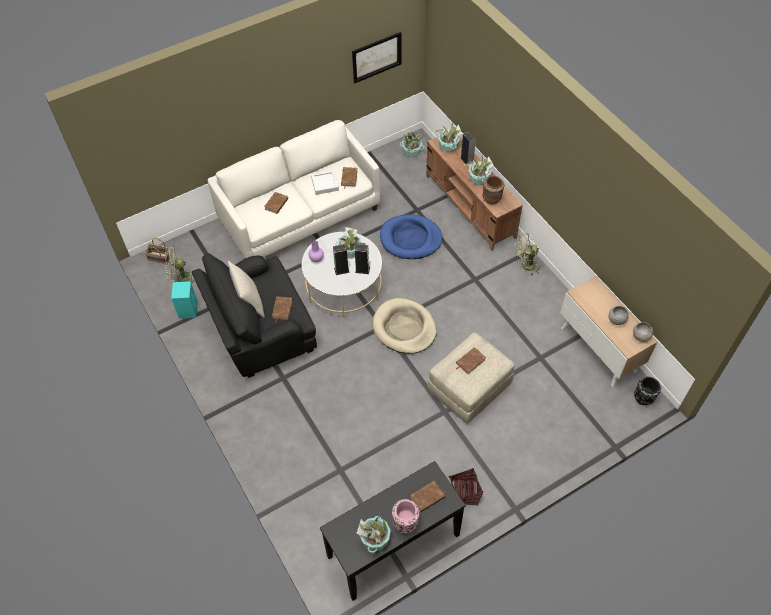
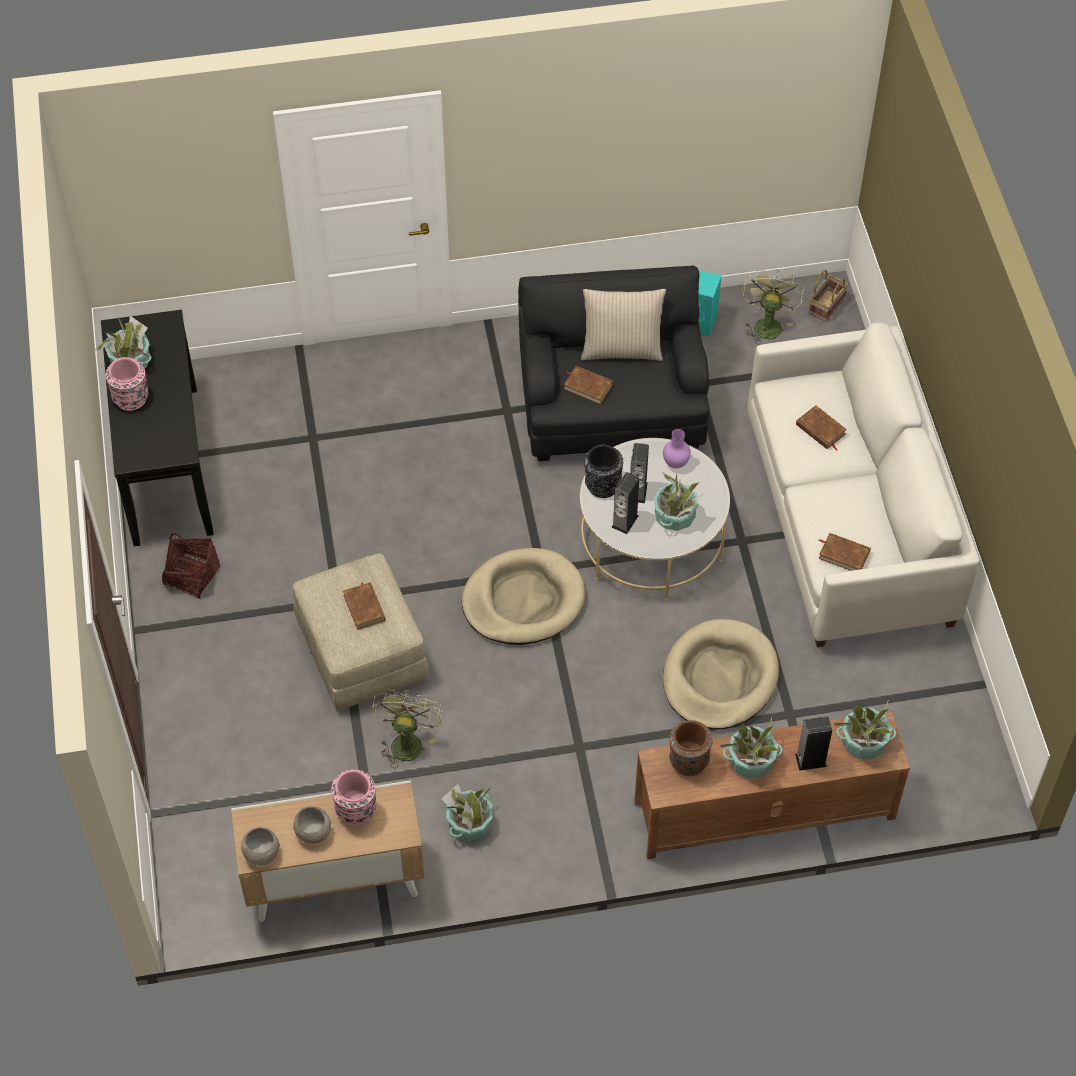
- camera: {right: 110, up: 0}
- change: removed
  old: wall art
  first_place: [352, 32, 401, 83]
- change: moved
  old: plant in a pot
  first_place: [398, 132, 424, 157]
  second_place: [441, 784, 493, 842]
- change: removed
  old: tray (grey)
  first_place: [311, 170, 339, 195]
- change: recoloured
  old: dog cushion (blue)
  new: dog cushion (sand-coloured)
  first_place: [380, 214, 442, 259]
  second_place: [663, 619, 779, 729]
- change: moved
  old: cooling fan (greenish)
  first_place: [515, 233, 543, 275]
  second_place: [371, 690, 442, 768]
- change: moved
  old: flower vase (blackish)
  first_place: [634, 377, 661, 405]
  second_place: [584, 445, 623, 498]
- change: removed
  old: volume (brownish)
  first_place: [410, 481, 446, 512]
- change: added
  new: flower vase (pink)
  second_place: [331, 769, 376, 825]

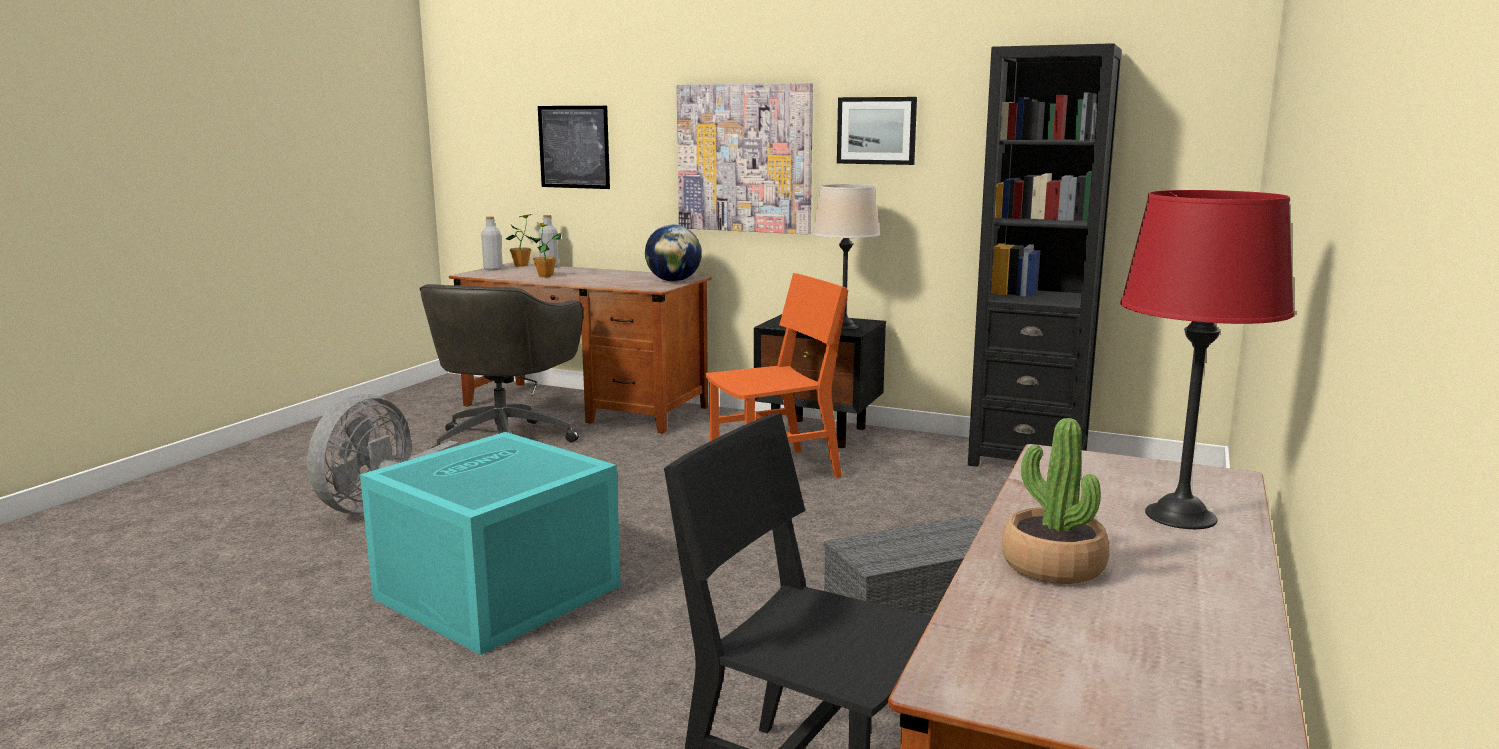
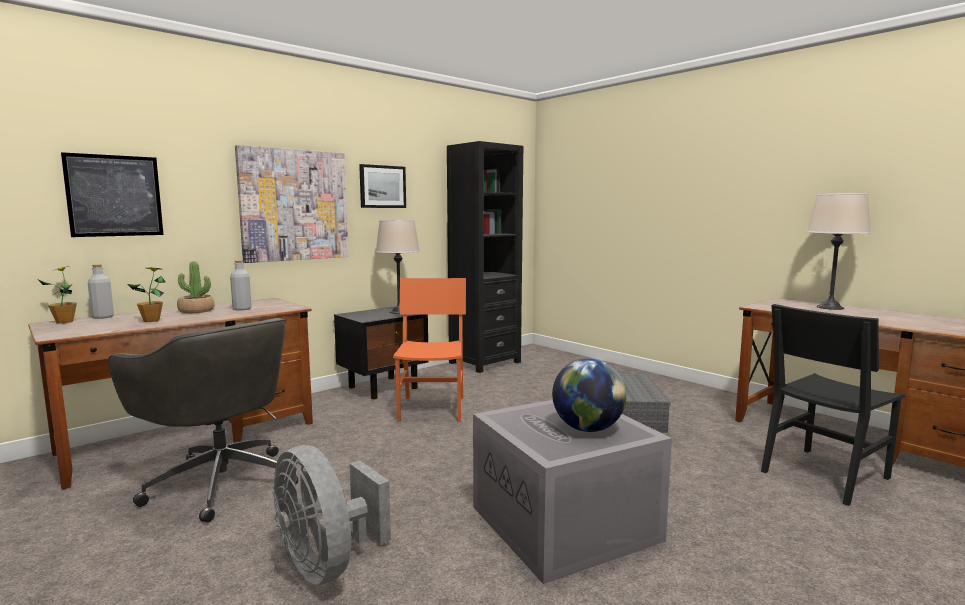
- camera: {right: -65, up: -5}
- change: recoloured
  old: tabletop lamp (red)
  new: tabletop lamp (sand-coloured)
  first_place: [1120, 190, 1294, 529]
  second_place: [807, 193, 871, 310]
- change: moved
  old: drink bottle (grey)
  first_place: [481, 216, 503, 270]
  second_place: [230, 260, 252, 311]
- change: moved
  old: desk globe
  first_place: [645, 225, 702, 282]
  second_place: [552, 358, 626, 432]
- change: moved
  old: plant in a pot
  first_place: [1002, 418, 1110, 584]
  second_place: [177, 261, 215, 313]
- change: recoloured
  old: storage container (blue-green)
  new: storage container (grey)
  first_place: [360, 432, 621, 655]
  second_place: [473, 400, 672, 584]

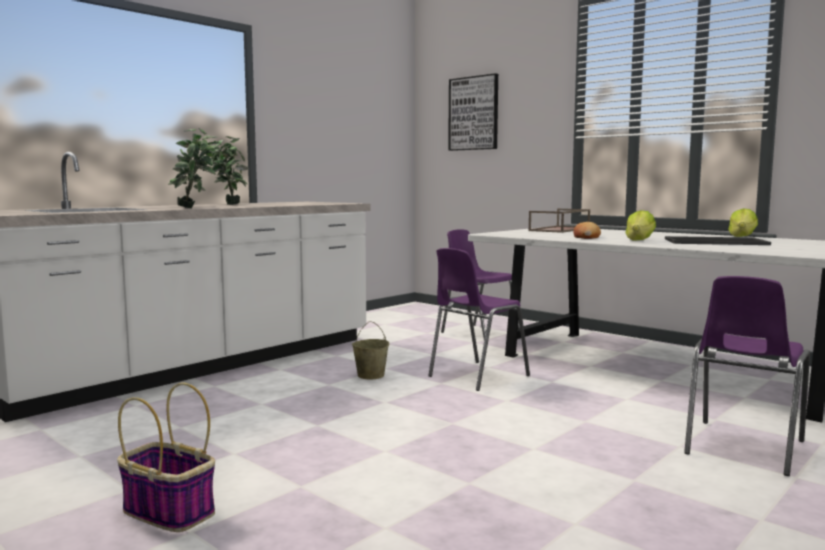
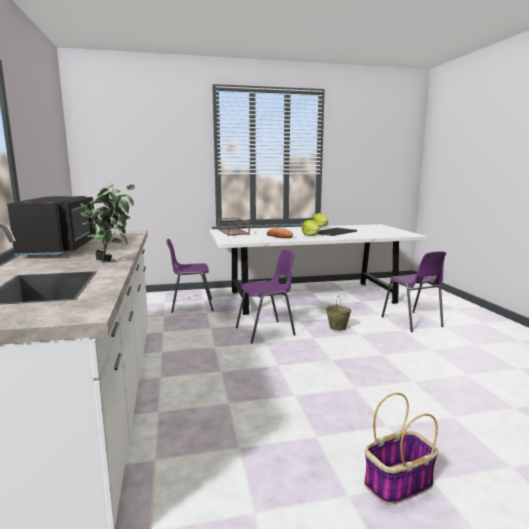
- camera: {right: -55, up: 5}
- change: removed
  old: wall art
  first_place: [448, 73, 498, 151]
- change: replaced
  old: plant in a pot
  new: microwave oven (blackish)
  first_place: [212, 136, 249, 205]
  second_place: [7, 196, 96, 257]
- change: turned
  old: plain chair (purplish)
  first_place: [428, 248, 530, 391]
  second_place: [236, 250, 296, 344]
  degrees: -105
- change: moved
  old: bucket (sand-coloured)
  first_place: [352, 321, 389, 379]
  second_place: [326, 296, 352, 331]

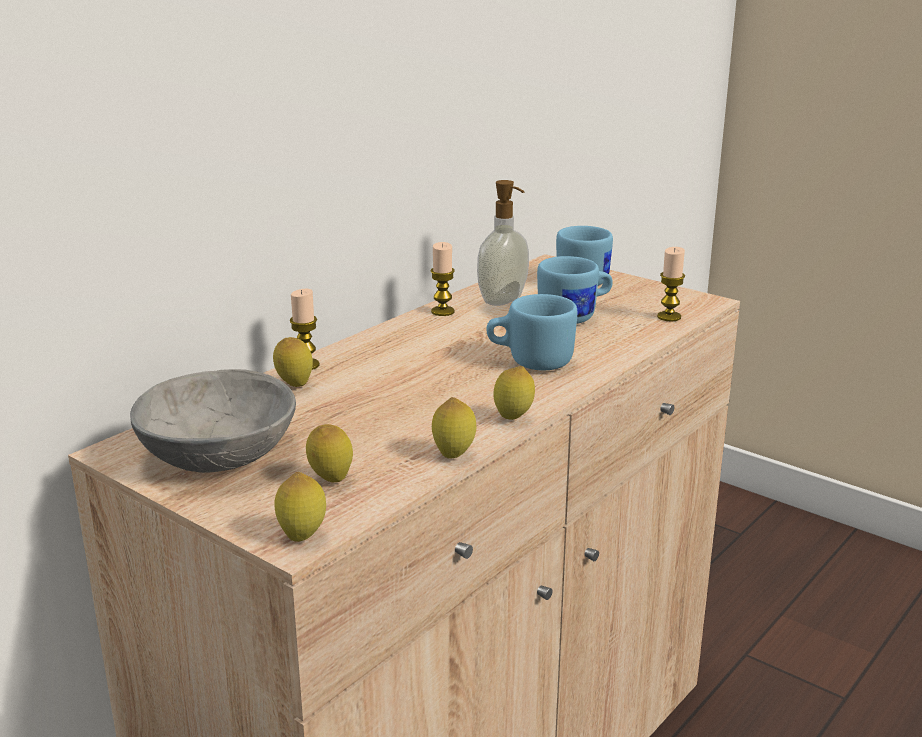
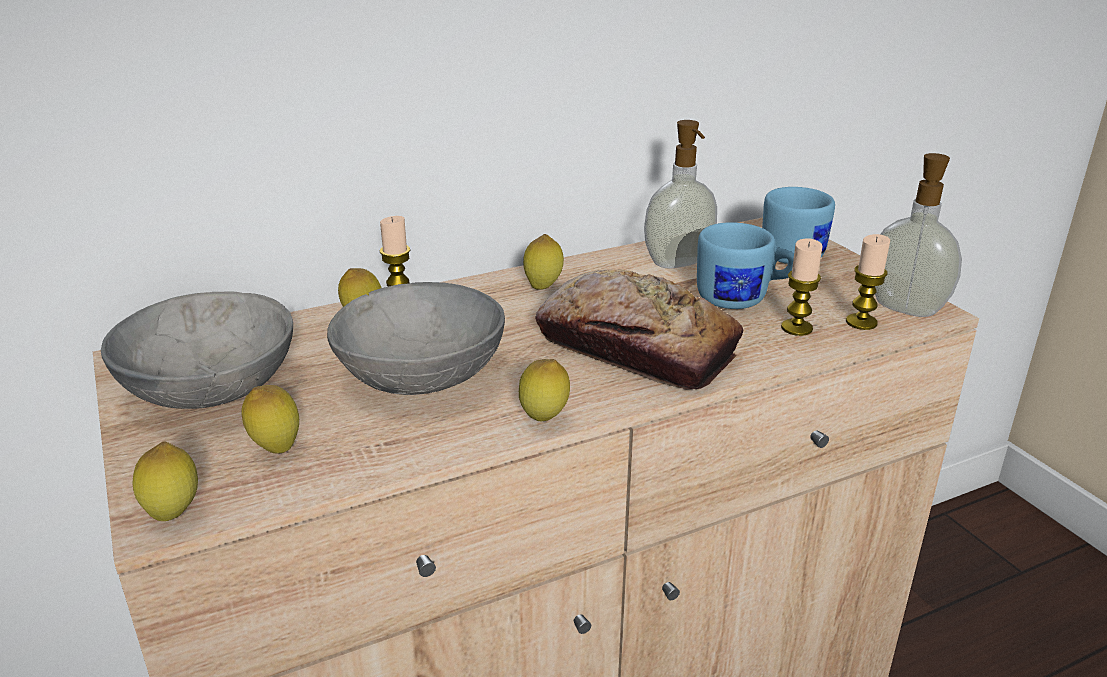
- camera: {right: 25, up: 5}
- change: moved
  old: wax candle
  first_place: [431, 242, 455, 316]
  second_place: [781, 238, 823, 336]
- change: replaced
  old: coffee mug (blue)
  new: baked bread
  first_place: [486, 294, 577, 370]
  second_place: [536, 269, 743, 389]
- change: moved
  old: lemon
  first_place: [432, 397, 476, 459]
  second_place: [523, 234, 564, 290]
- change: added
  new: soap dispenser
  second_place: [875, 153, 962, 317]
- change: added
  new: serving bowl (grey)
  second_place: [327, 282, 505, 395]

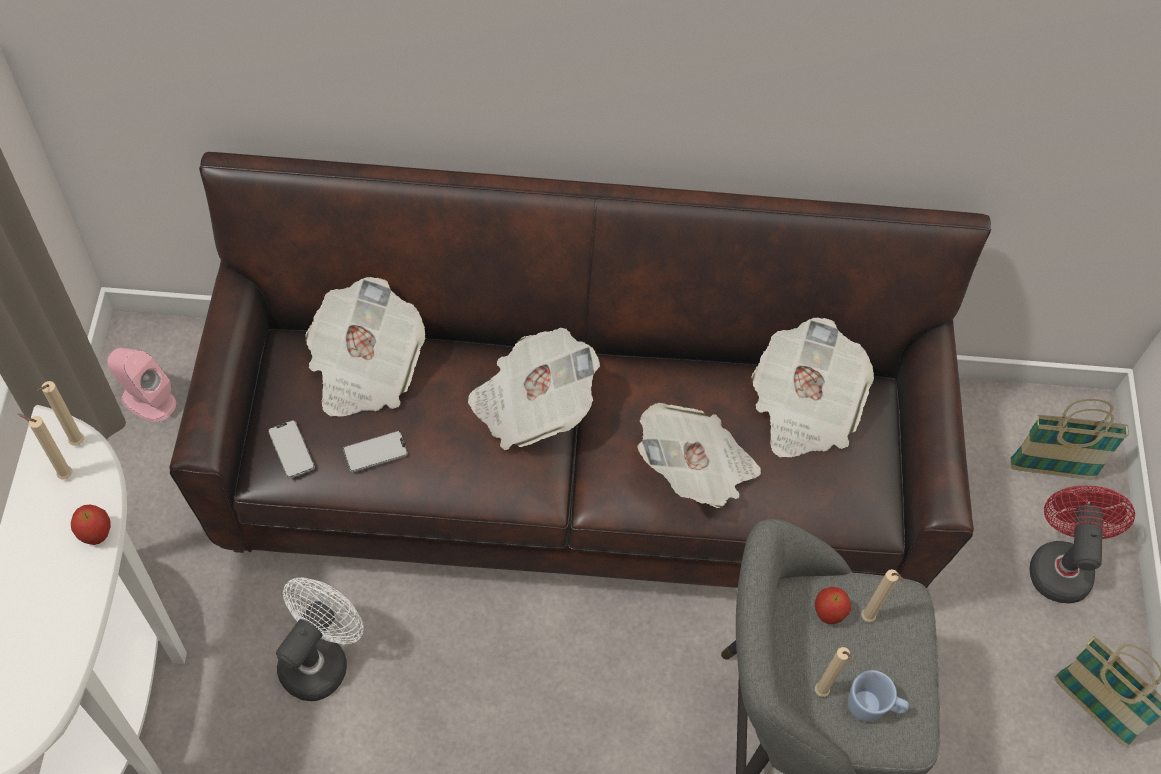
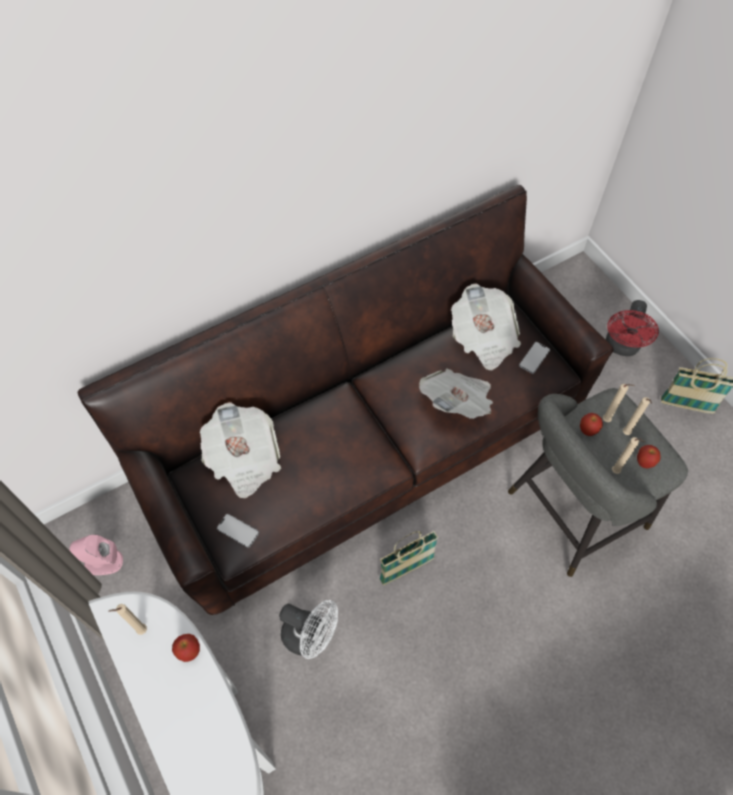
- camera: {right: -30, up: 0}
- change: removed
  old: newspaper
  first_place: [468, 328, 600, 450]
- change: moved
  old: wax candle (sand-coloured)
  first_place: [37, 381, 84, 446]
  second_place: [623, 397, 652, 435]
- change: moved
  old: basket
  first_place: [1010, 399, 1129, 479]
  second_place: [379, 531, 438, 585]
- change: moved
  old: phone
  first_place: [343, 431, 408, 472]
  second_place: [519, 342, 550, 374]
- change: turned
  old: cooling fan (red)
  first_place: [1030, 485, 1135, 604]
  second_place: [606, 300, 659, 356]
  degrees: -135
- change: turned
  old: cooling fan (white-coloured)
  first_place: [276, 578, 363, 701]
  second_place: [279, 600, 338, 659]
  degrees: 120
- change: replaced
  old: coffee mug (blue)
  new: apple fruit
  first_place: [848, 670, 909, 722]
  second_place: [637, 445, 661, 468]

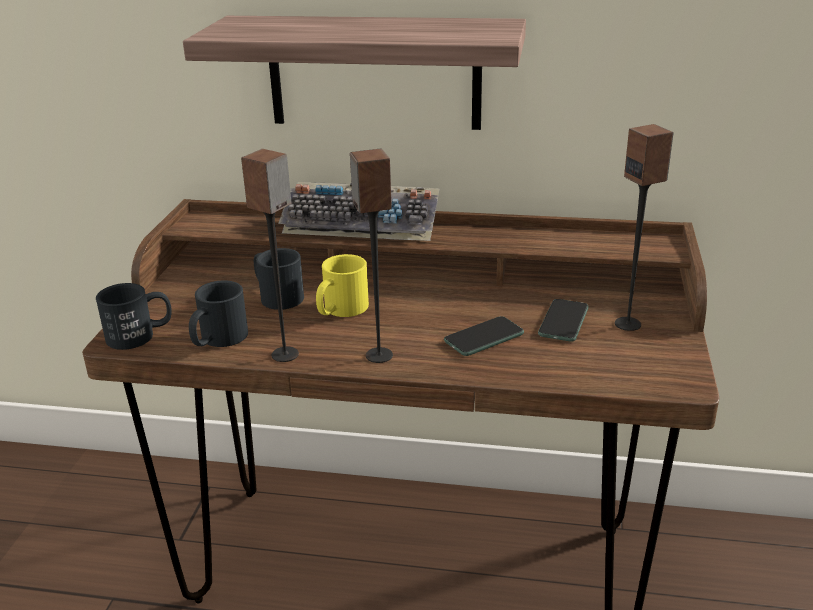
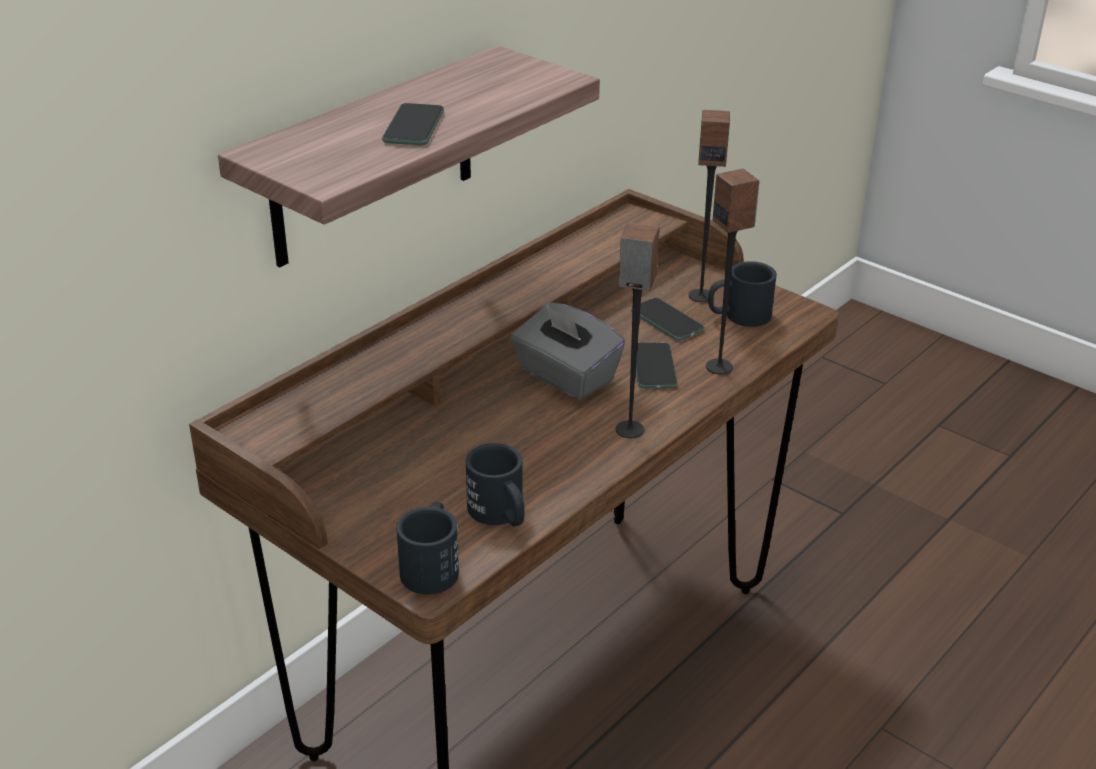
- camera: {right: -60, up: 5}
- change: moved
  old: speaker
  first_place: [241, 149, 299, 362]
  second_place: [706, 169, 760, 374]
- change: removed
  old: computer keyboard
  first_place: [278, 182, 440, 241]
- change: moved
  old: coffee mug (blackish)
  first_place: [254, 248, 304, 310]
  second_place: [708, 261, 777, 327]
- change: removed
  old: coffee mug (yellowish)
  first_place: [316, 254, 369, 317]
- change: added
  new: phone
  second_place: [382, 103, 444, 145]
- change: added
  new: box of tissues (grey)
  second_place: [511, 302, 625, 400]

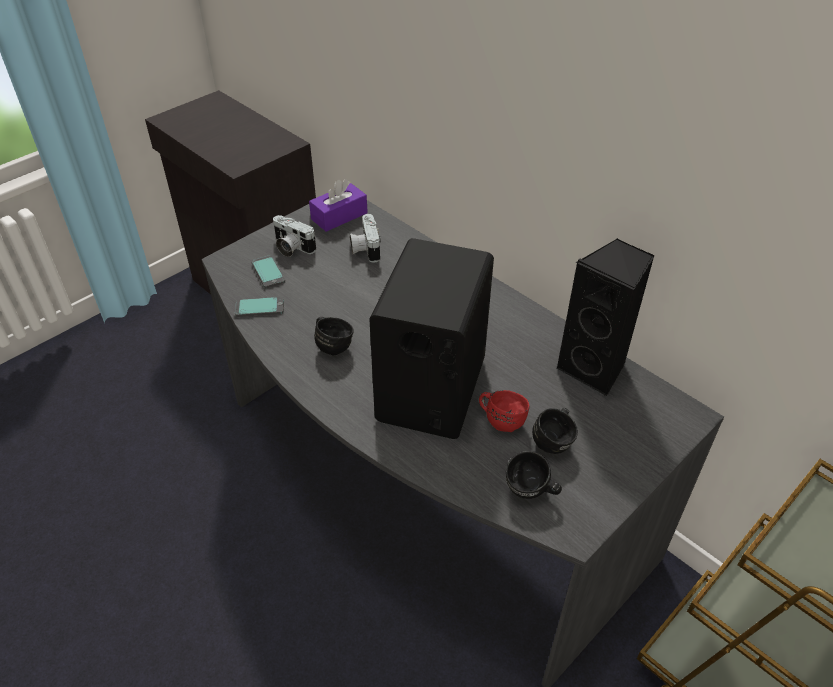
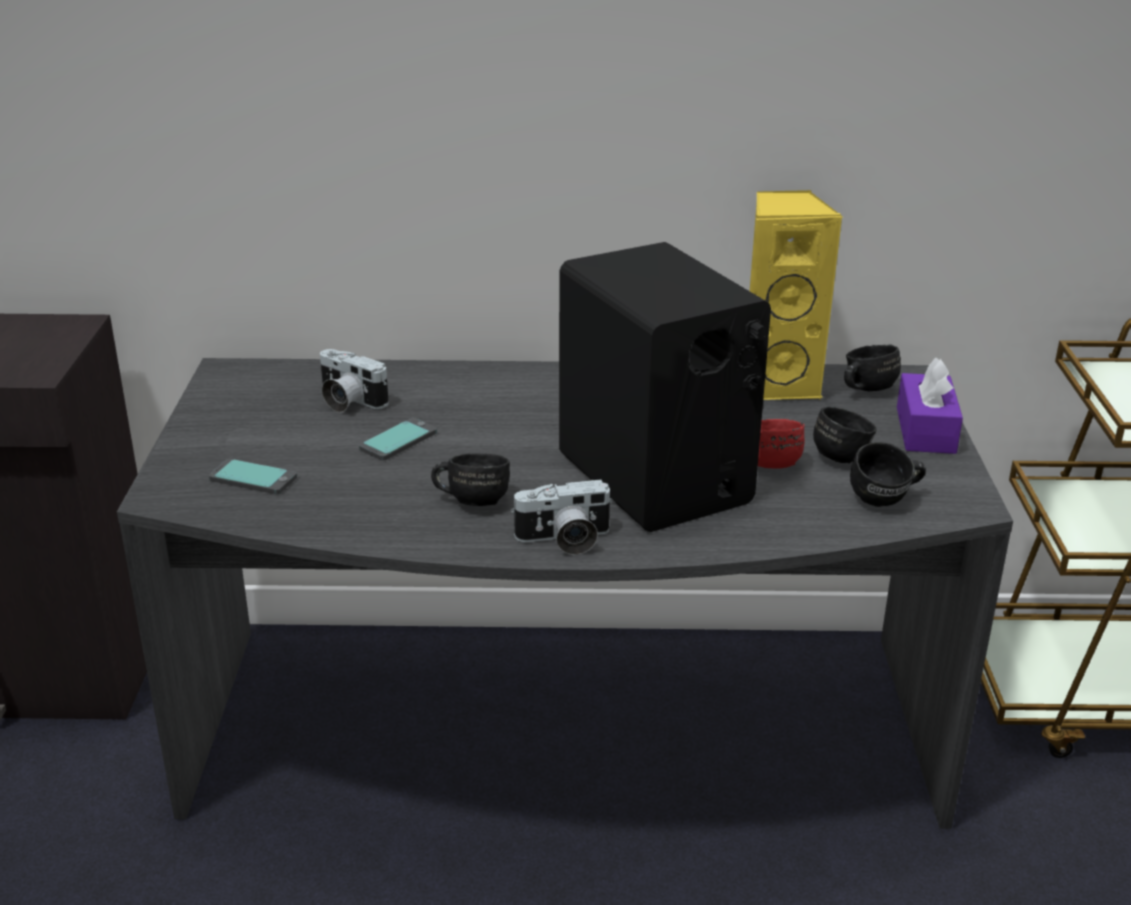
- camera: {right: -45, up: -15}
- change: moved
  old: box of tissues (purplish)
  first_place: [309, 179, 368, 232]
  second_place: [897, 358, 963, 454]
- change: moved
  old: photo camera
  first_place: [273, 215, 316, 257]
  second_place: [510, 480, 613, 555]
- change: recoloured
  old: speaker (blackish)
  new: speaker (yellowish)
  first_place: [557, 239, 654, 397]
  second_place: [750, 190, 843, 400]
- change: moved
  old: phone
  first_place: [235, 297, 284, 317]
  second_place: [359, 418, 437, 461]
- change: added
  new: coffee mug (blackish)
  second_place: [844, 345, 901, 391]

